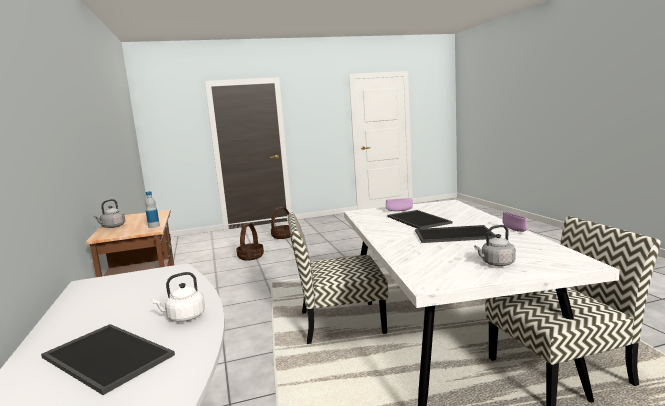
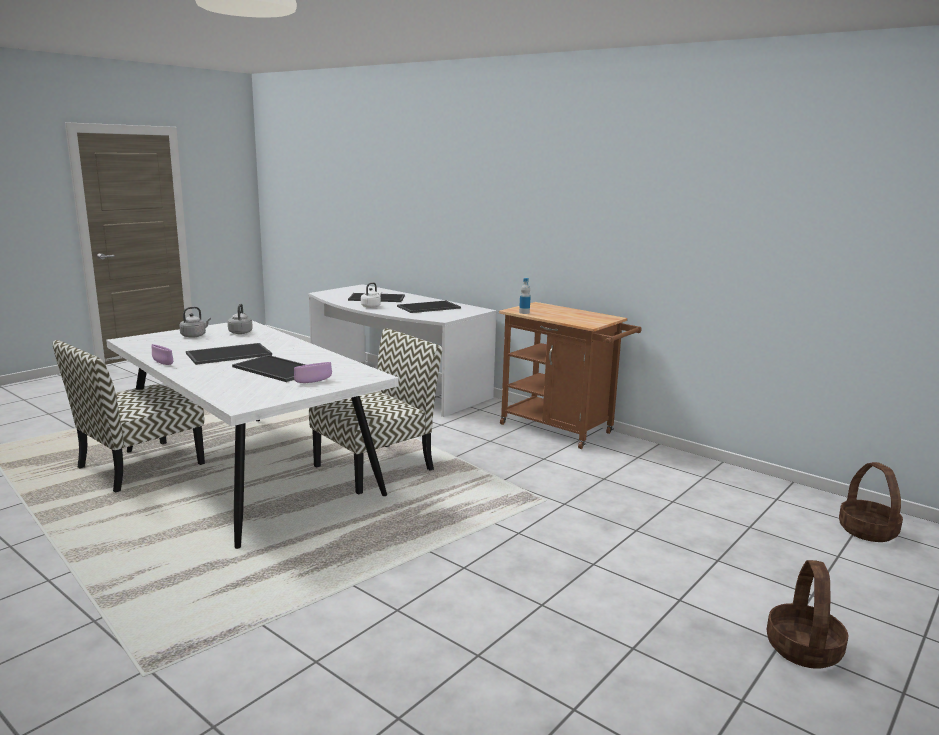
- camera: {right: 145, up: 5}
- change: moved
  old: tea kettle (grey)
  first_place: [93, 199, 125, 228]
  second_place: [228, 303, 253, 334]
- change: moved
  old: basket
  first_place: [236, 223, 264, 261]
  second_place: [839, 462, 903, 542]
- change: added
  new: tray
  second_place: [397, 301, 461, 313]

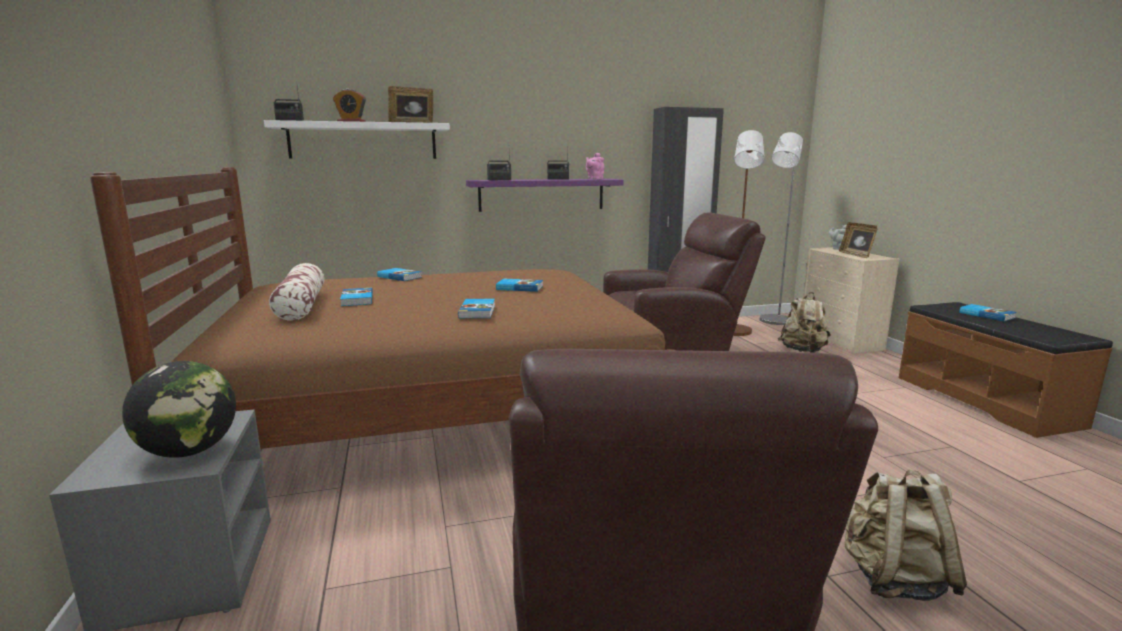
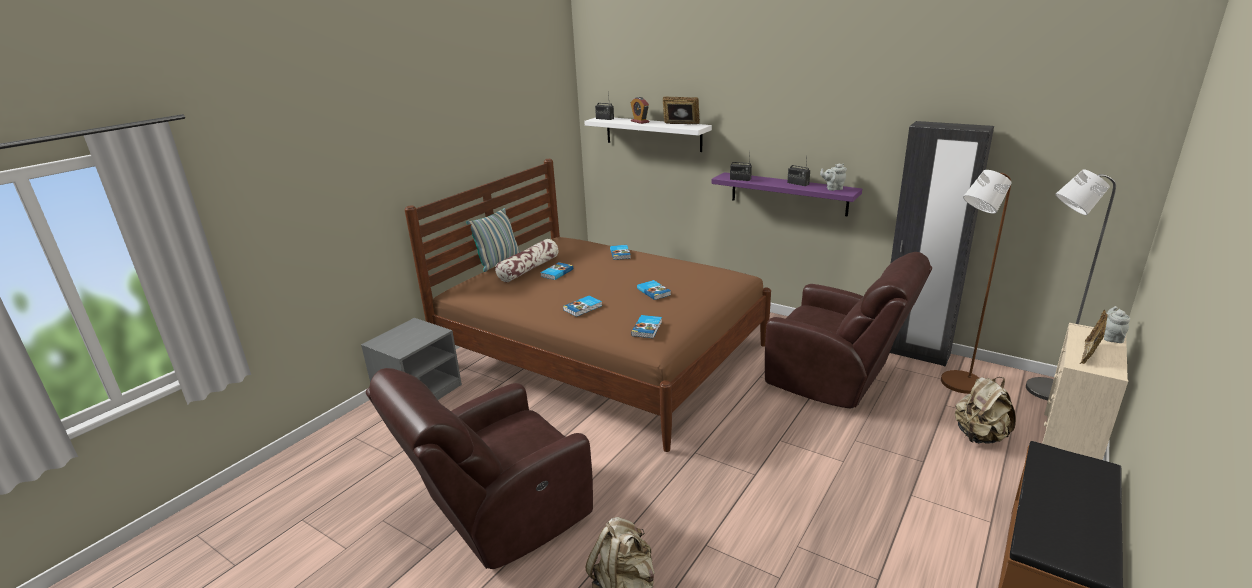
- camera: {right: 50, up: 10}
- change: recoloured
  old: tea pot (pink)
  new: tea pot (grey)
  first_place: [586, 153, 605, 179]
  second_place: [820, 163, 847, 191]
- change: moved
  old: volume
  first_place: [959, 304, 1017, 322]
  second_place: [631, 315, 662, 338]
- change: removed
  old: desk globe
  first_place: [122, 361, 236, 458]
- change: added
  new: throw pillow
  second_place: [466, 208, 520, 272]

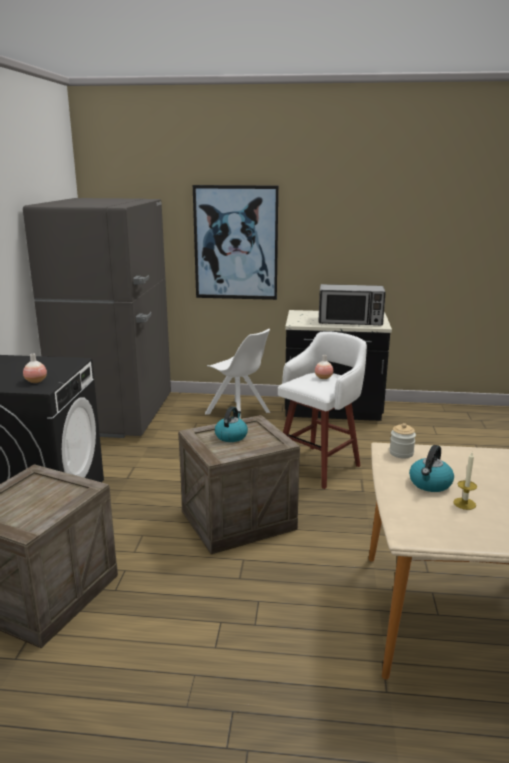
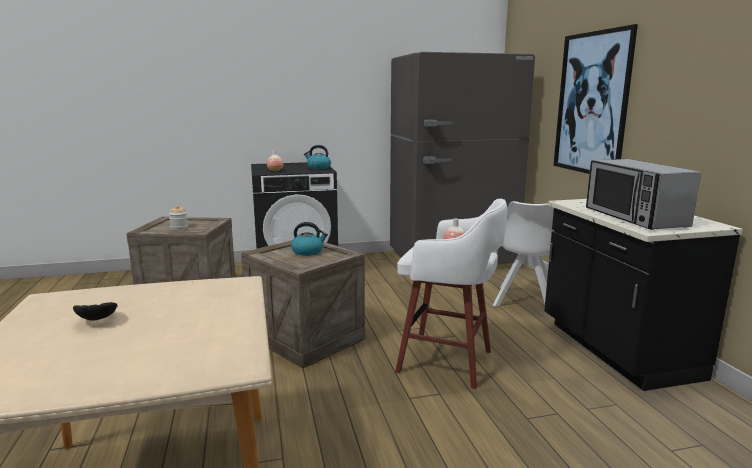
- camera: {right: 70, up: -5}
- change: moved
  old: preserve jar
  first_place: [389, 423, 416, 459]
  second_place: [169, 206, 188, 230]
- change: moved
  old: tea kettle
  first_place: [409, 445, 454, 492]
  second_place: [304, 145, 331, 169]
- change: replaced
  old: wax candle
  new: serving bowl (blackish)
  first_place: [453, 452, 477, 510]
  second_place: [73, 302, 118, 321]

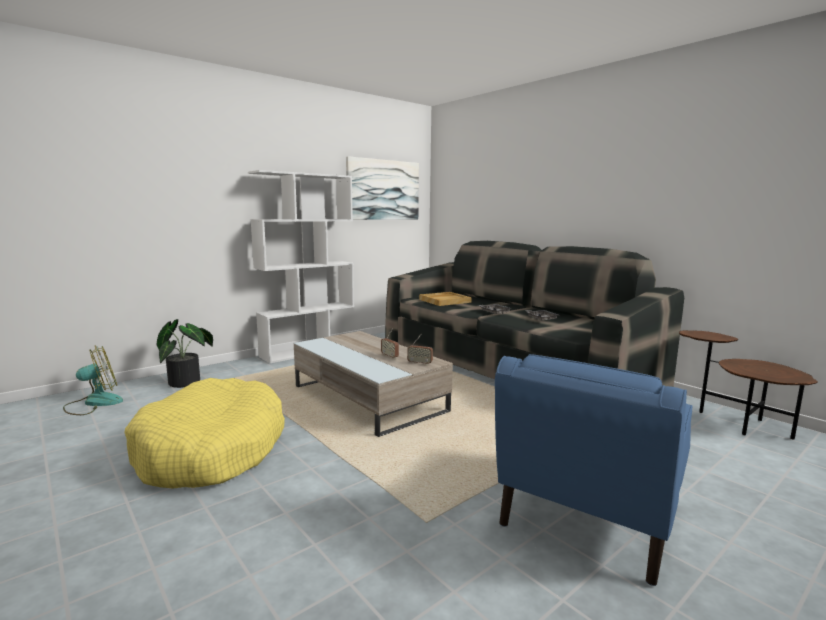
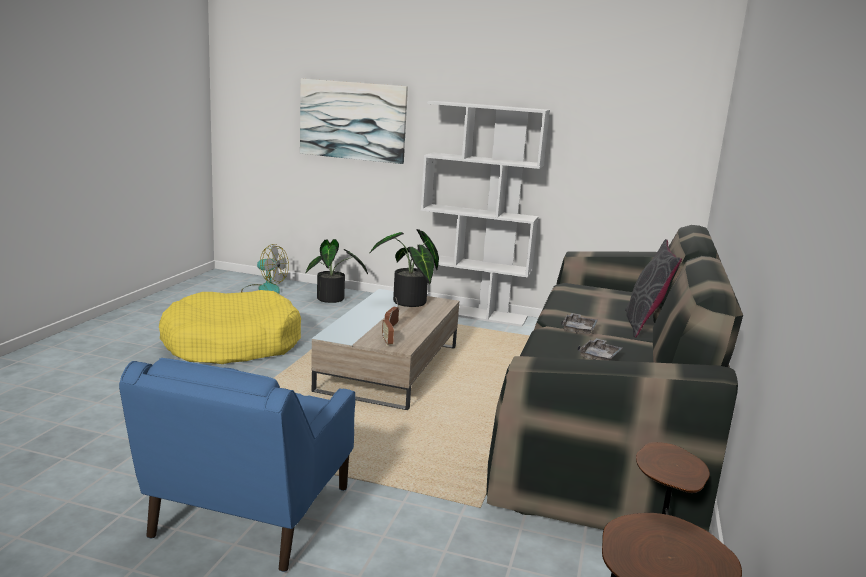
- camera: {right: 55, up: 5}
- change: moved
  old: wall art
  first_place: [346, 156, 419, 220]
  second_place: [300, 79, 408, 164]
- change: removed
  old: tray (sand-coloured)
  first_place: [419, 292, 472, 306]
- change: turned
  old: armchair (blue)
  first_place: [495, 354, 693, 586]
  second_place: [119, 358, 355, 572]
  degrees: -75
- change: added
  new: plant in a pot
  second_place: [370, 229, 439, 307]
- change: added
  new: throw pillow (grey)
  second_place: [625, 239, 682, 337]

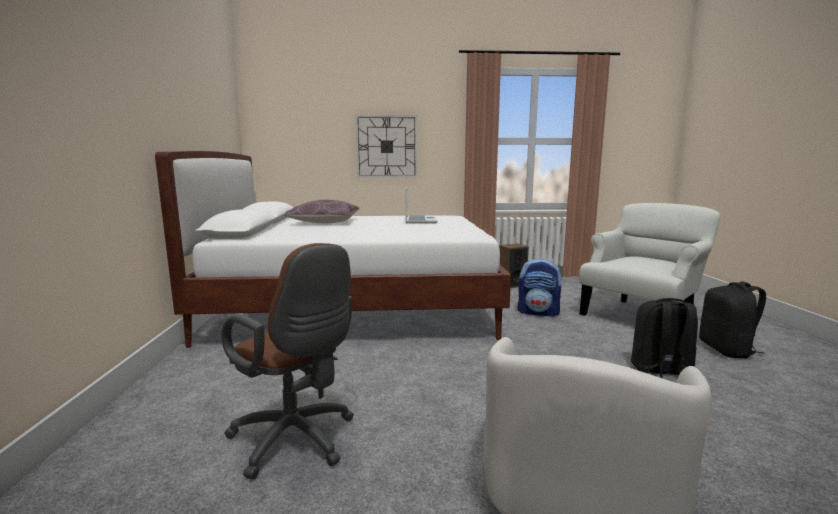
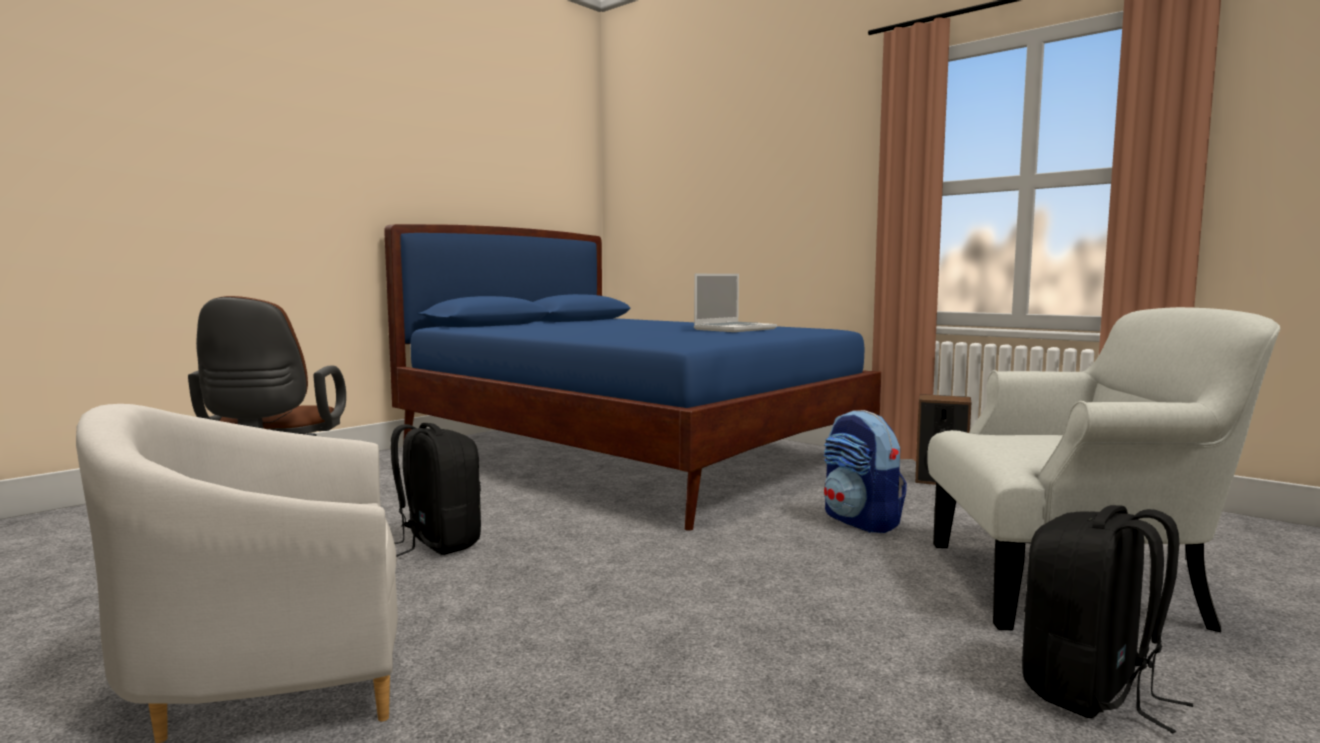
- camera: {right: 45, up: -5}
- change: removed
  old: wall clock
  first_place: [355, 115, 417, 178]
- change: recoloured
  old: bedroom bed (white-coloured)
  new: bedroom bed (blue)
  first_place: [155, 151, 511, 348]
  second_place: [384, 224, 881, 531]
- change: removed
  old: throw pillow (brownish)
  first_place: [284, 200, 359, 224]
- change: moved
  old: backpack (blackish)
  first_place: [631, 298, 698, 379]
  second_place: [391, 423, 481, 557]

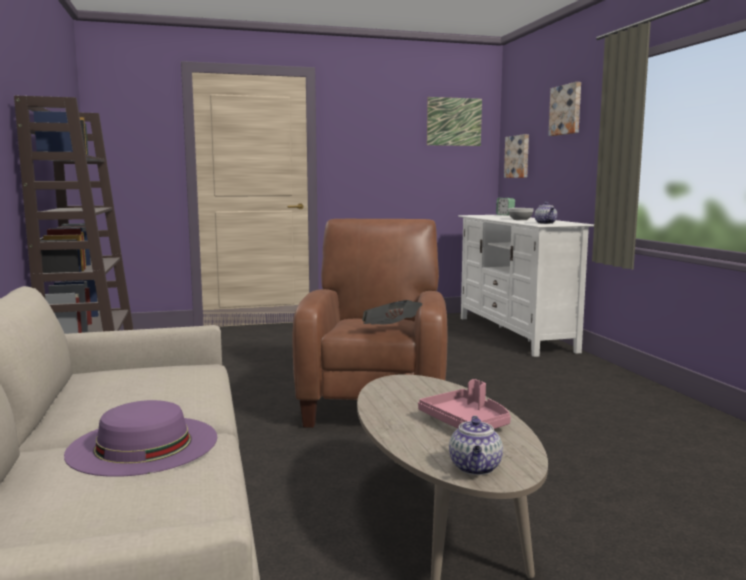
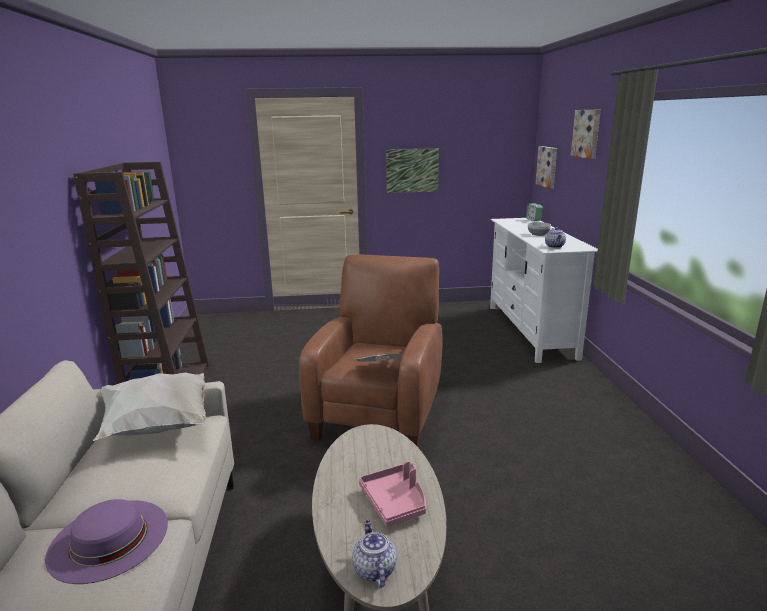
- camera: {right: 10, up: 10}
- change: moved
  old: wall art
  first_place: [427, 97, 482, 146]
  second_place: [386, 148, 439, 193]
- change: turned
  old: tea pot
  first_place: [449, 416, 503, 475]
  second_place: [352, 520, 397, 588]
  degrees: 150
- change: added
  new: throw pillow (white-coloured)
  second_place: [93, 373, 208, 441]

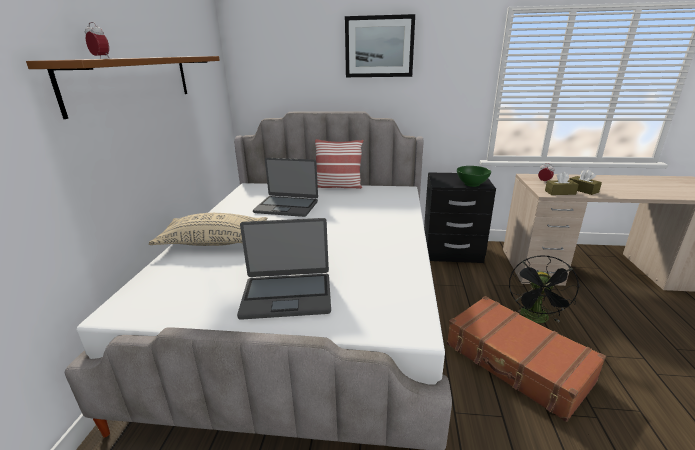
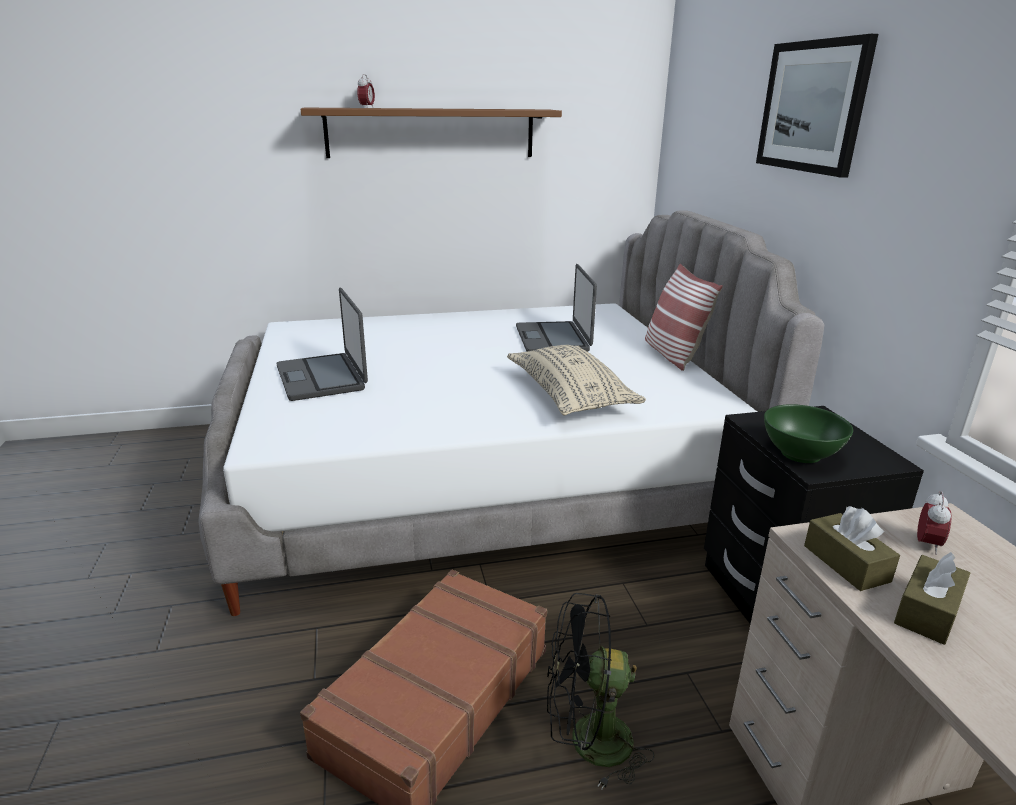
- camera: {right: 70, up: 0}
- change: moved
  old: throw pillow (sand-coloured)
  first_place: [149, 213, 267, 246]
  second_place: [507, 345, 646, 415]

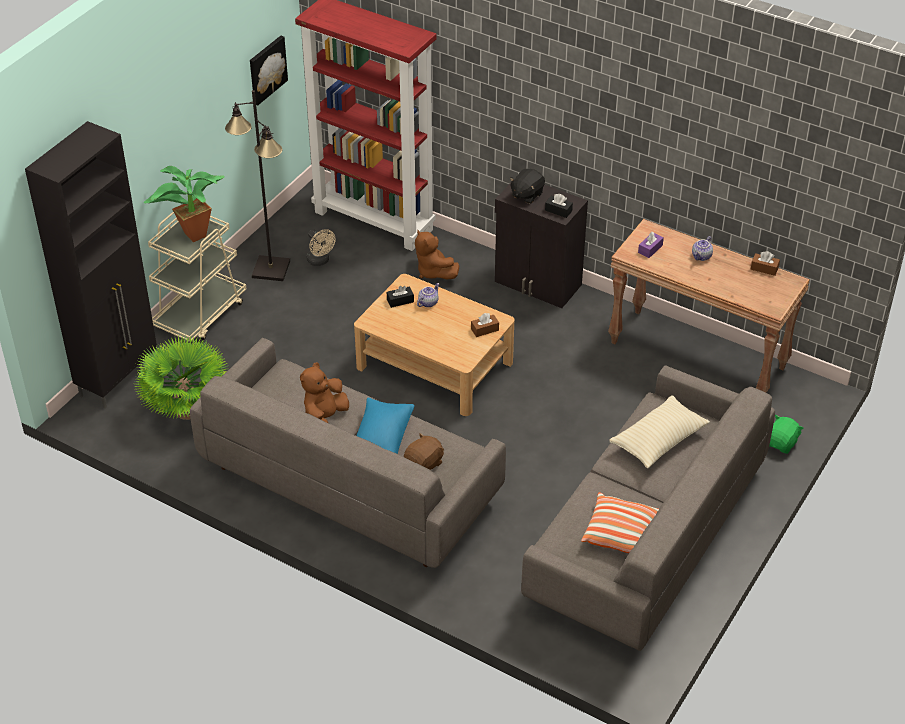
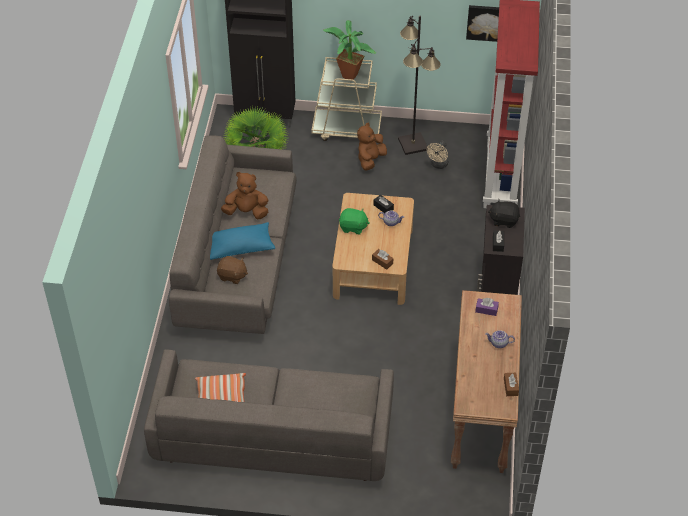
- camera: {right: 65, up: 5}
- change: moved
  old: soft toy (brownish)
  first_place: [415, 230, 459, 279]
  second_place: [357, 123, 387, 171]
- change: removed
  old: throw pillow (sand-coloured)
  first_place: [610, 395, 710, 468]
- change: moved
  old: soft toy (greenish)
  first_place: [769, 415, 804, 454]
  second_place: [339, 208, 370, 234]

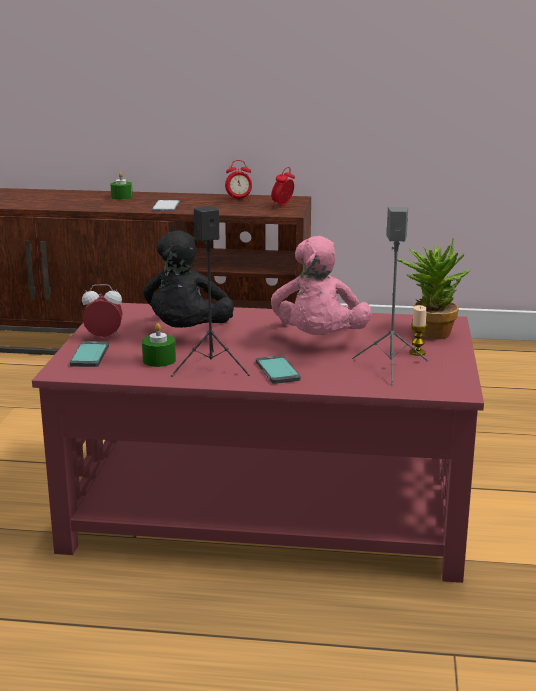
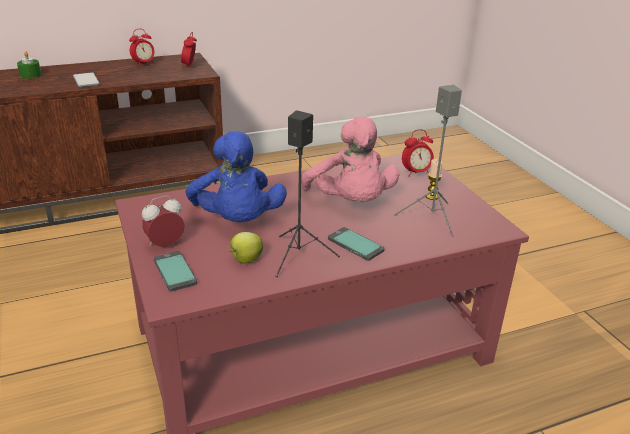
- camera: {right: -30, up: 10}
- change: recoloured
  old: soft toy (blackish)
  new: soft toy (blue)
  first_place: [143, 230, 234, 328]
  second_place: [186, 132, 287, 222]
- change: replaced
  old: plant in a pot
  new: alarm clock
  first_place: [397, 239, 470, 340]
  second_place: [402, 129, 434, 177]
- change: replaced
  old: wax candle (greenish)
  new: apple fruit
  first_place: [142, 323, 176, 367]
  second_place: [228, 232, 263, 263]

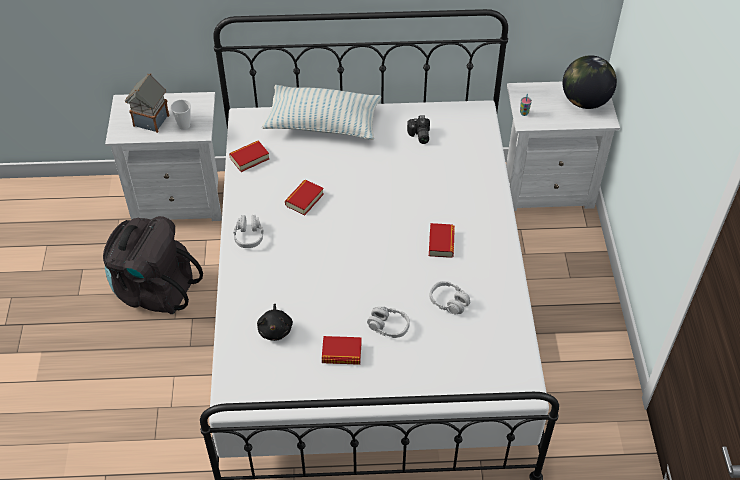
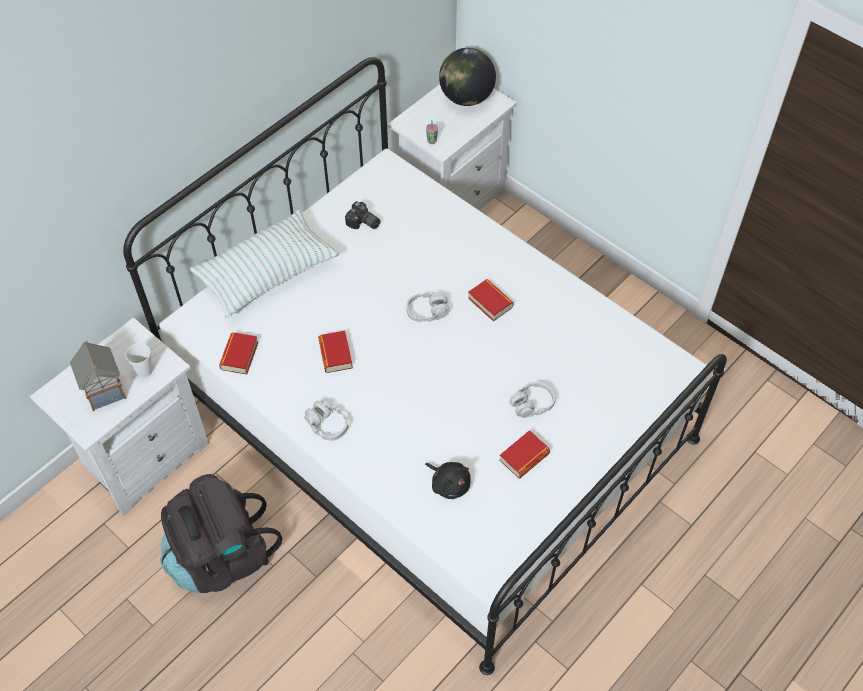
- camera: {right: -45, up: 5}
- change: moved
  old: pair of headphones (grey)
  first_place: [429, 281, 470, 314]
  second_place: [406, 292, 450, 322]

